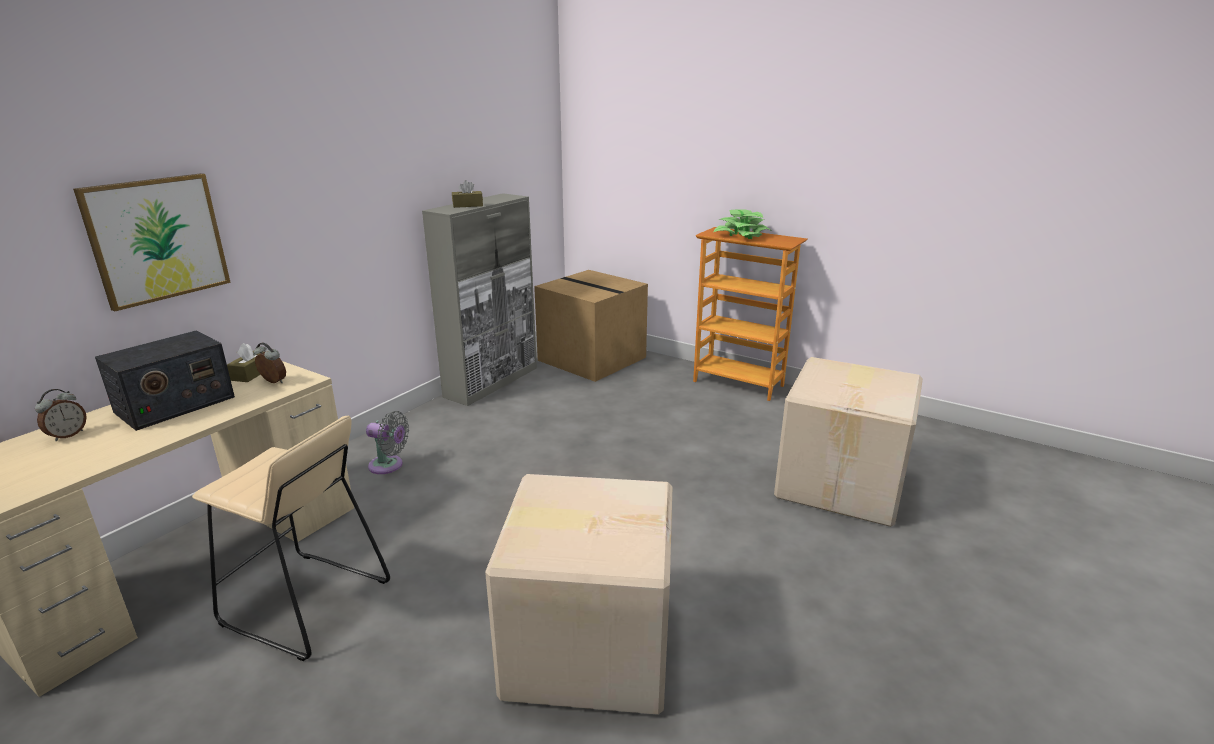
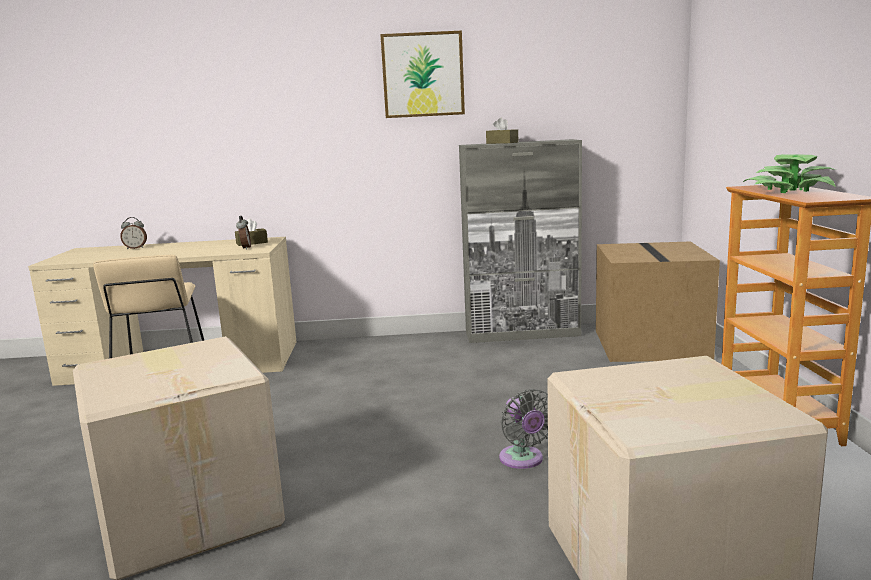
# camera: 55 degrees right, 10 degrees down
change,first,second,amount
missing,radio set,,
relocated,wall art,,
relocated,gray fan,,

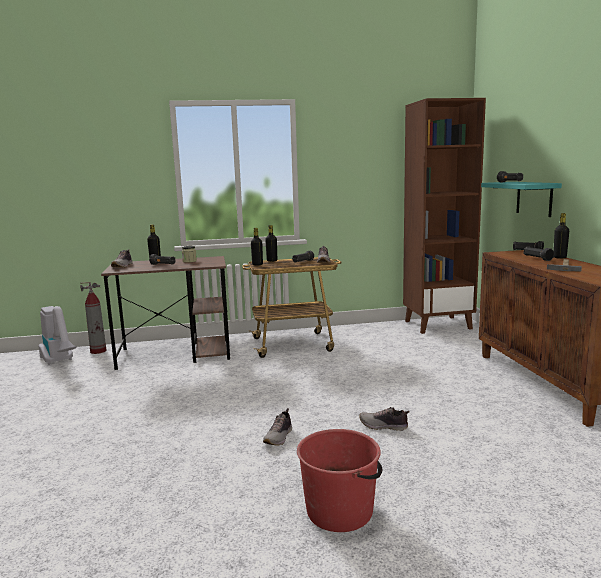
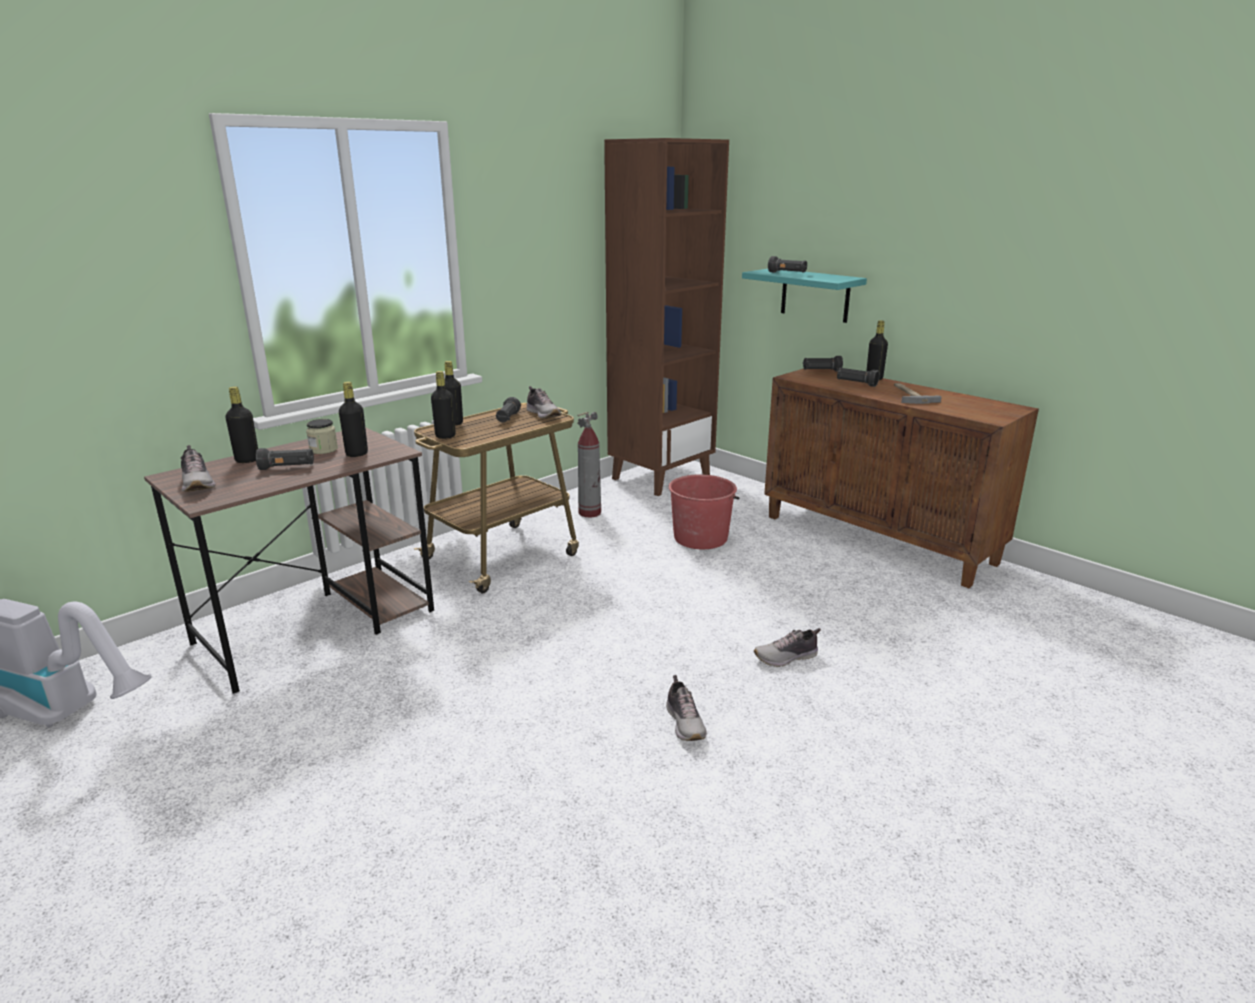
# camera: 35 degrees left, 10 degrees up
change,first,second,amount
appeared,,blackish bottle (no. 2 from left),
relocated,fire extinguisher,,
relocated,red pail,,

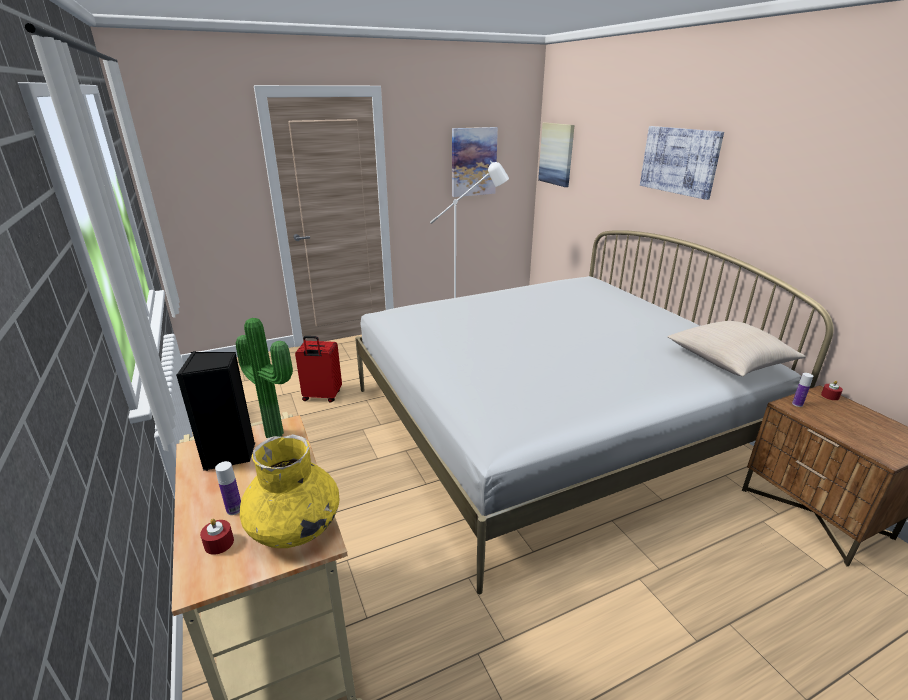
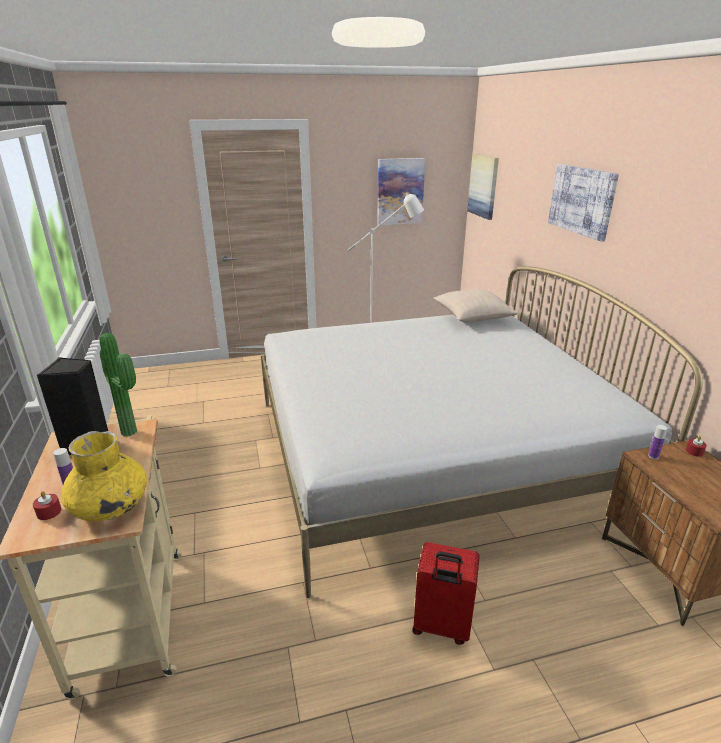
# camera: 10 degrees right, 0 degrees up
change,first,second,amount
relocated,red travel case,,
relocated,beige cushion,,

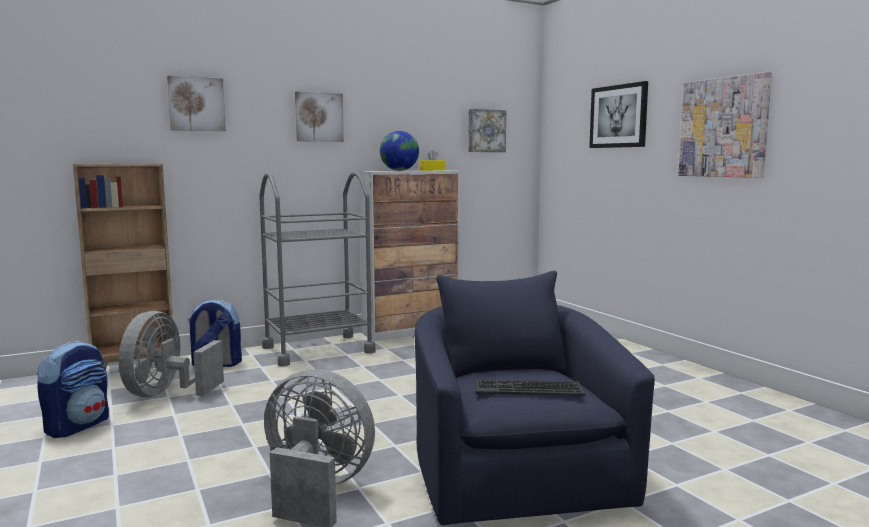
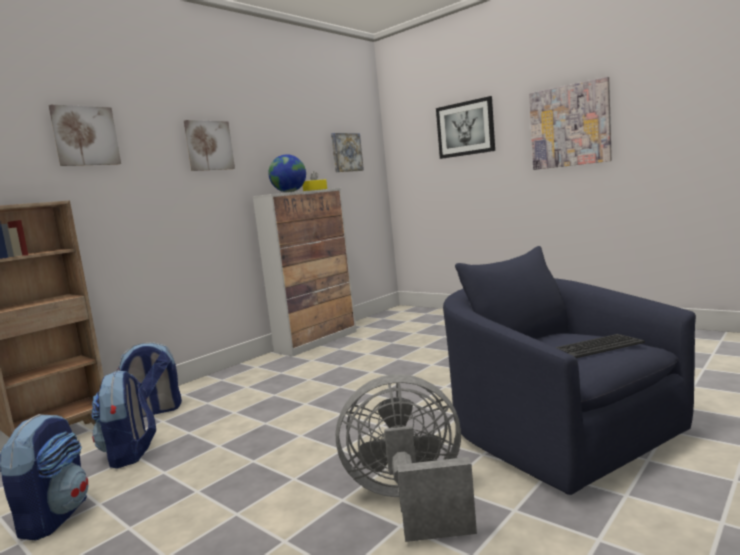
# camera: 20 degrees left, 0 degrees up
change,first,second,amount
missing,gray wheeled cart,,
exchanged,gray fan (no. 1 from left),knapsack (no. 2 from left),

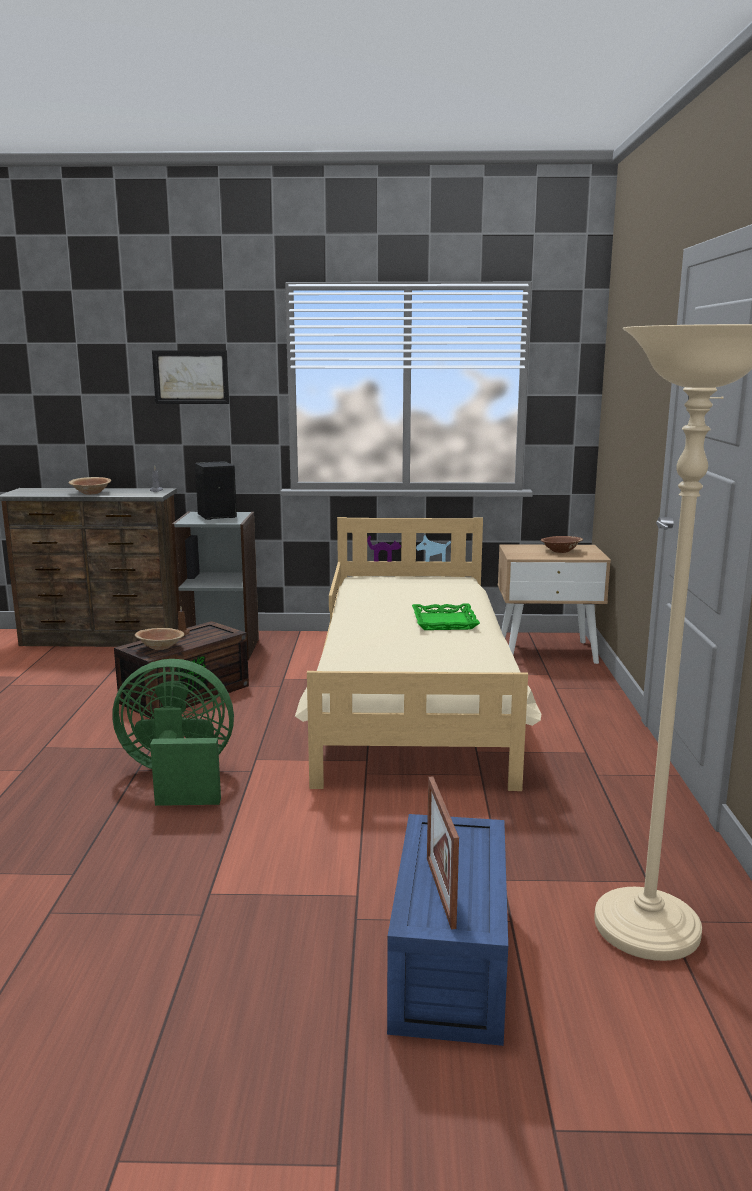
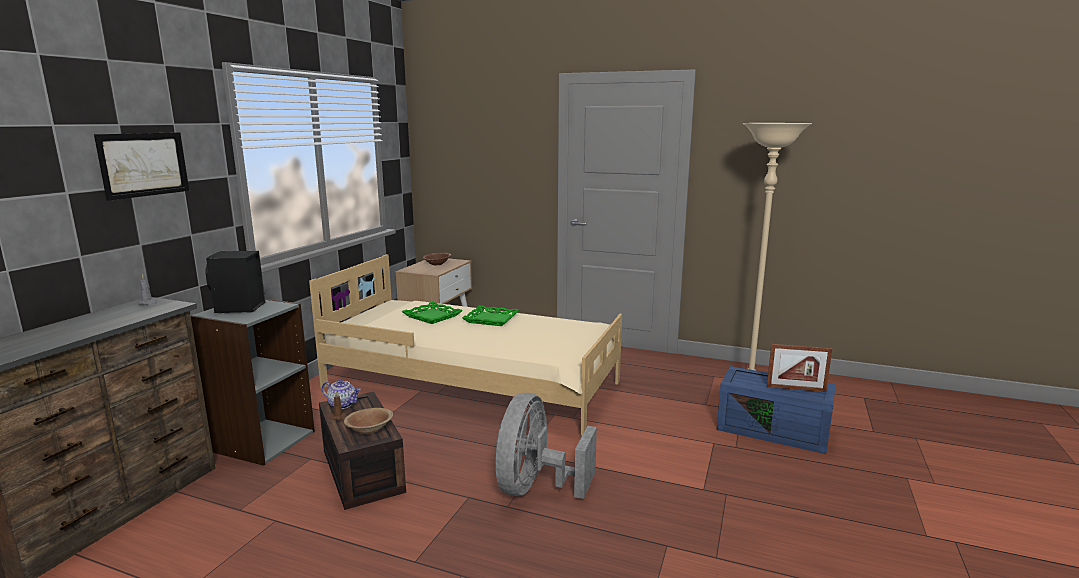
# camera: 70 degrees left, 0 degrees up
change,first,second,amount
missing,brownish serving bowl (no. 1 from left),,
appeared,,teapot,
appeared,,green-coloured serving tray (no. 1 from left),
colour,green-coloured fan,gray fan,

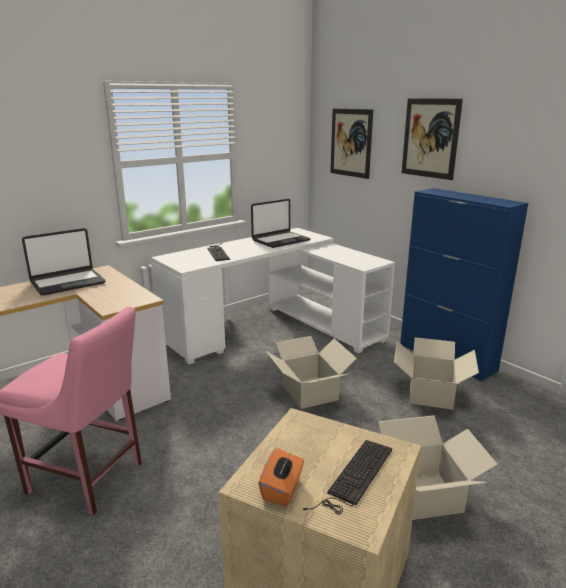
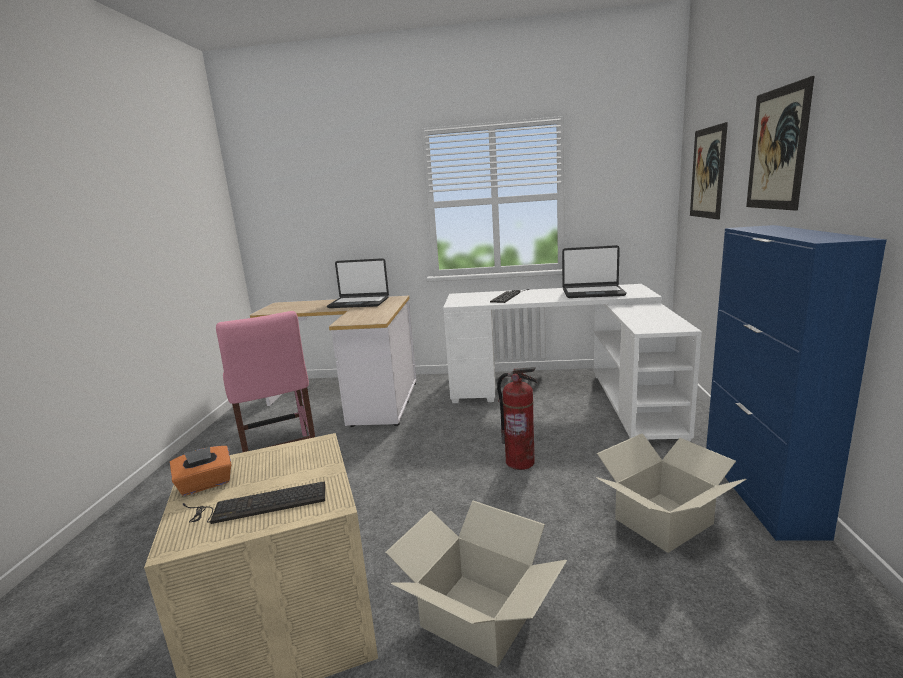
# camera: 45 degrees right, 5 degrees down
change,first,second,amount
exchanged,carton (no. 1 from left),fire extinguisher,

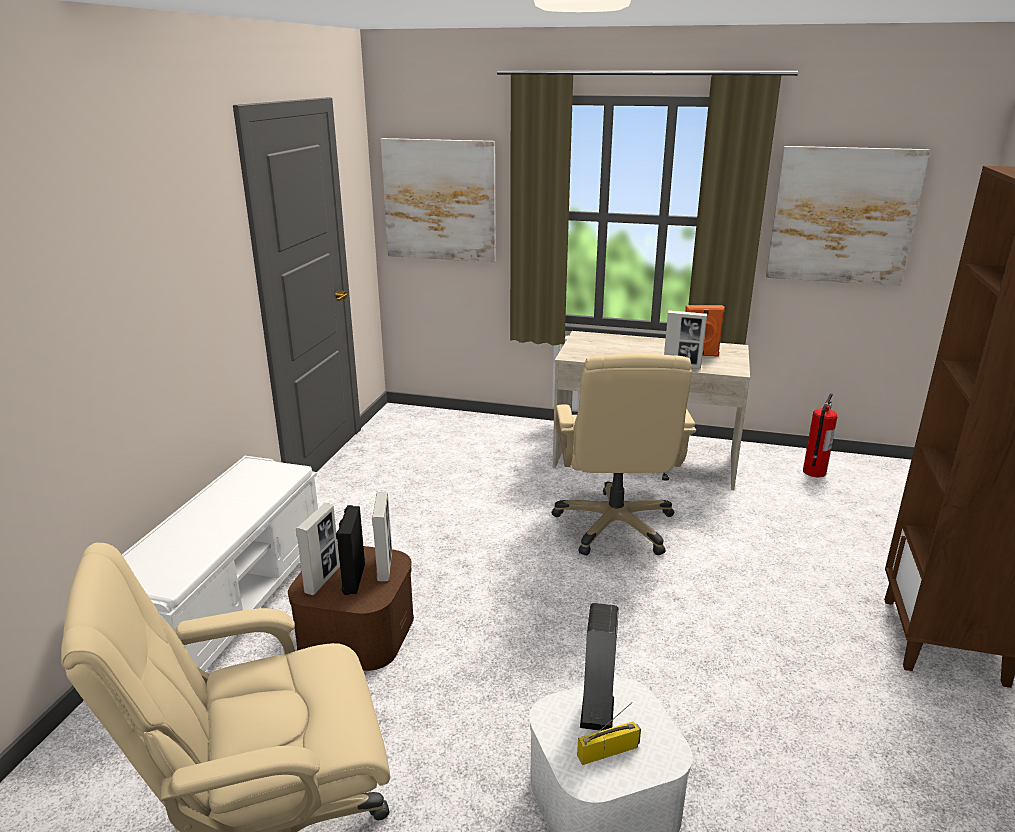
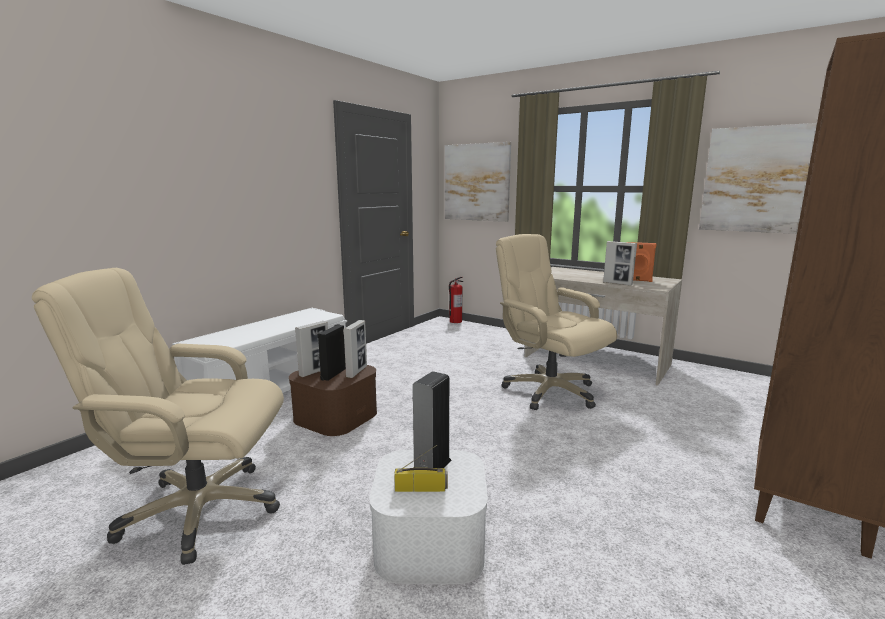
# camera: 20 degrees right, 10 degrees down
change,first,second,amount
relocated,fire extinguisher,,
spun,beige computer chair (no. 2 from left),,120 degrees clockwise

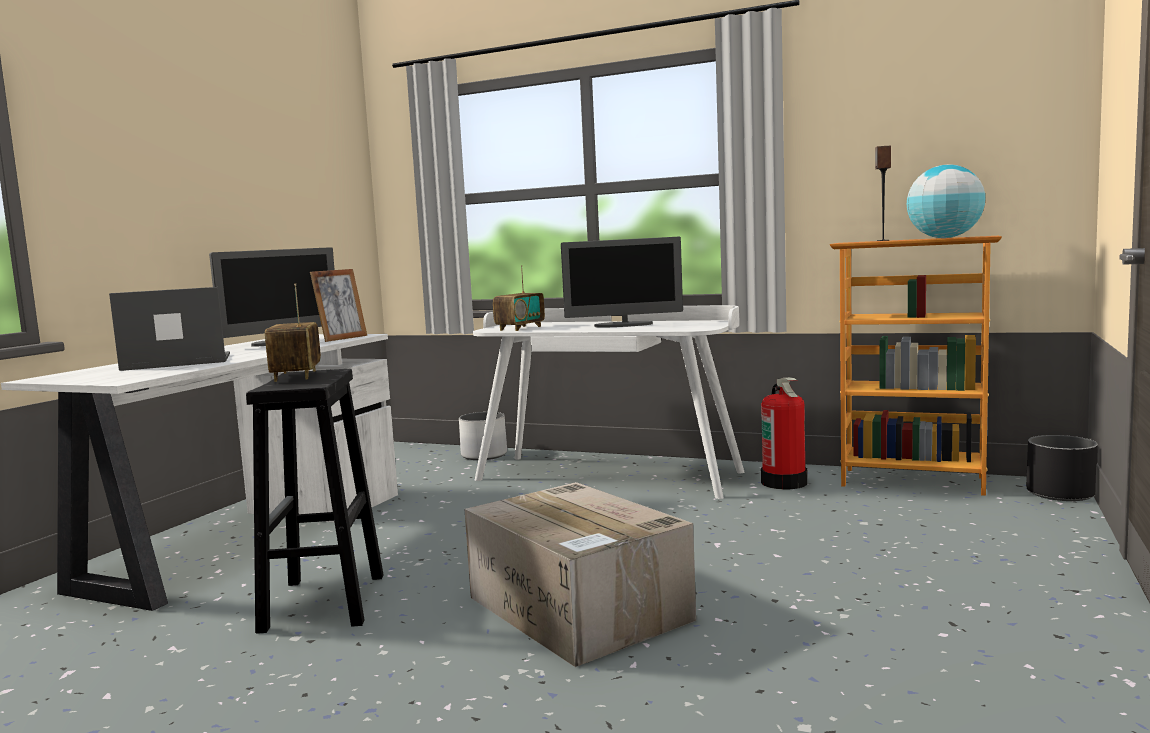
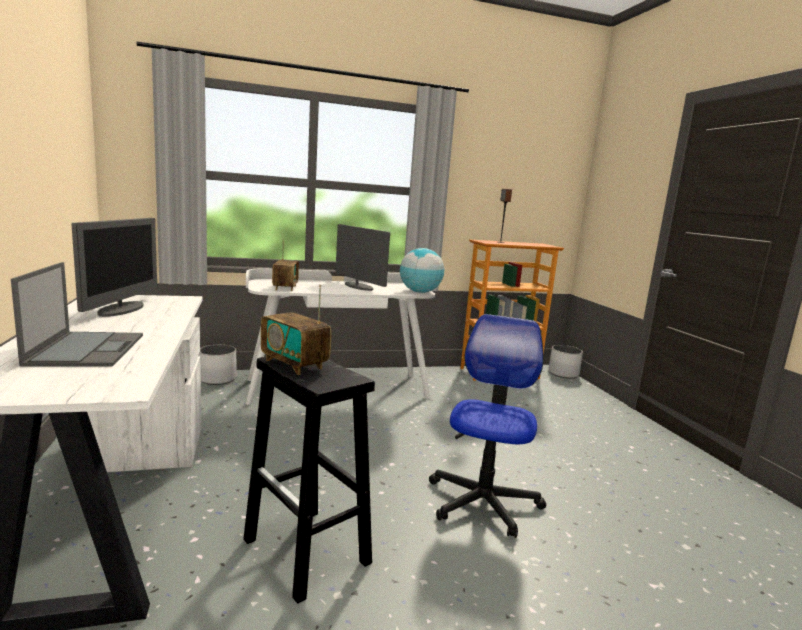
# camera: 40 degrees left, 5 degrees up
change,first,second,amount
missing,standing frame,,
missing,fire extinguisher,,
relocated,world globe,,
exchanged,carton,computer chair,
colour,blackish plant pot,white plant pot (no. 2 from left),
spun,notebook computer,,135 degrees clockwise
spun,monitor (no. 2 from left),,90 degrees counterclockwise

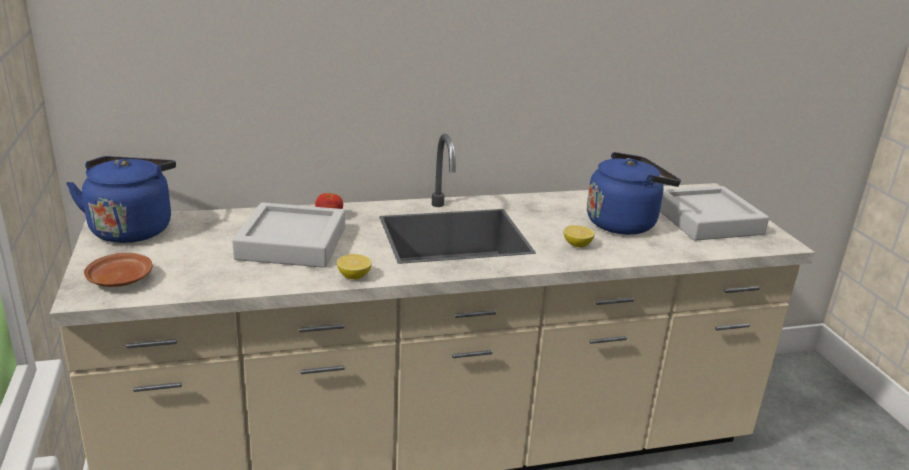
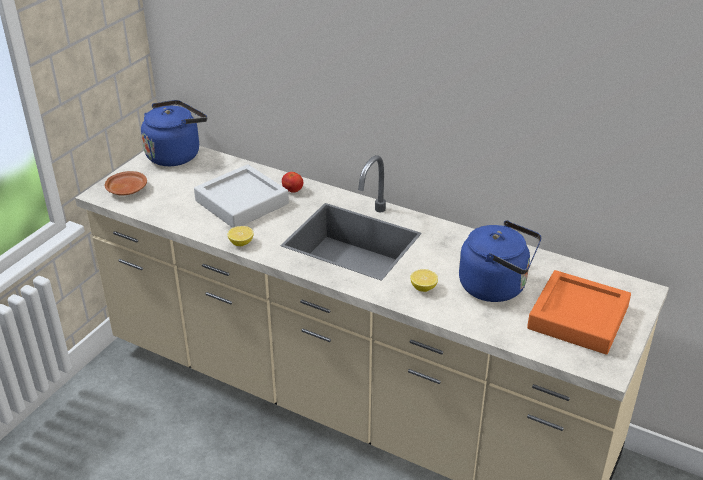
# camera: 45 degrees right, 10 degrees up
change,first,second,amount
colour,gray serving tray (no. 2 from left),orangey serving tray,

